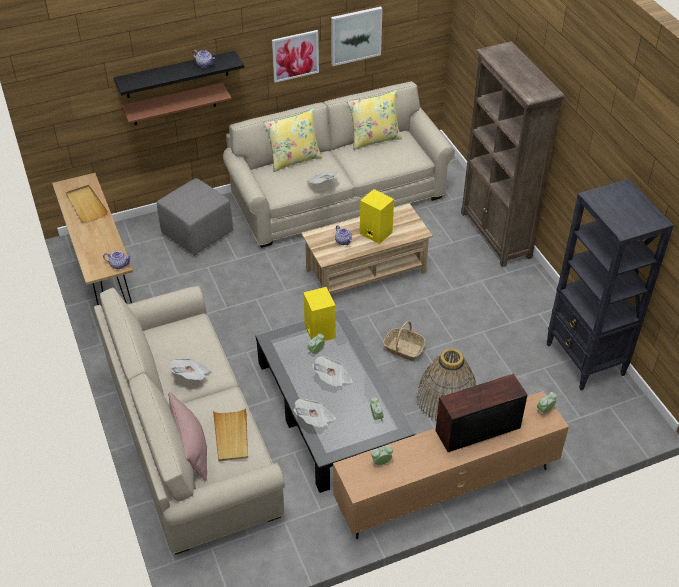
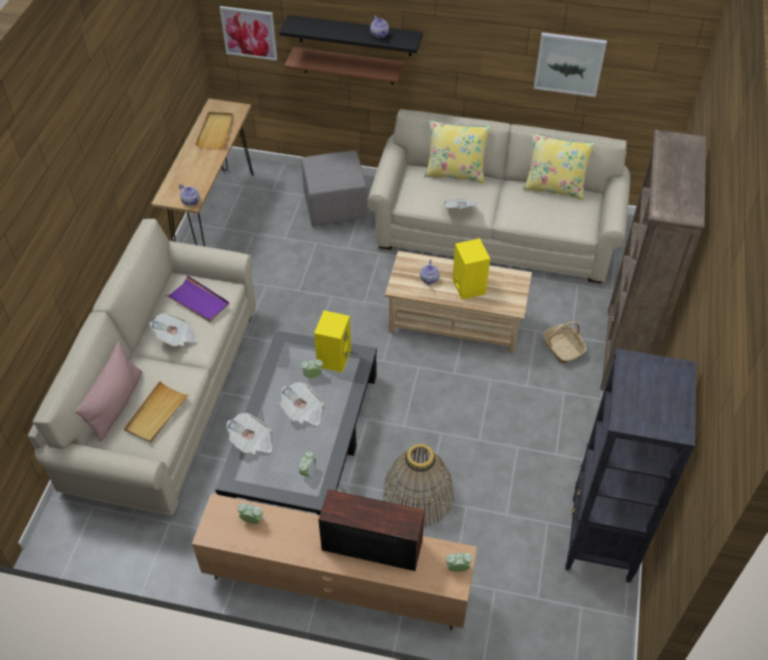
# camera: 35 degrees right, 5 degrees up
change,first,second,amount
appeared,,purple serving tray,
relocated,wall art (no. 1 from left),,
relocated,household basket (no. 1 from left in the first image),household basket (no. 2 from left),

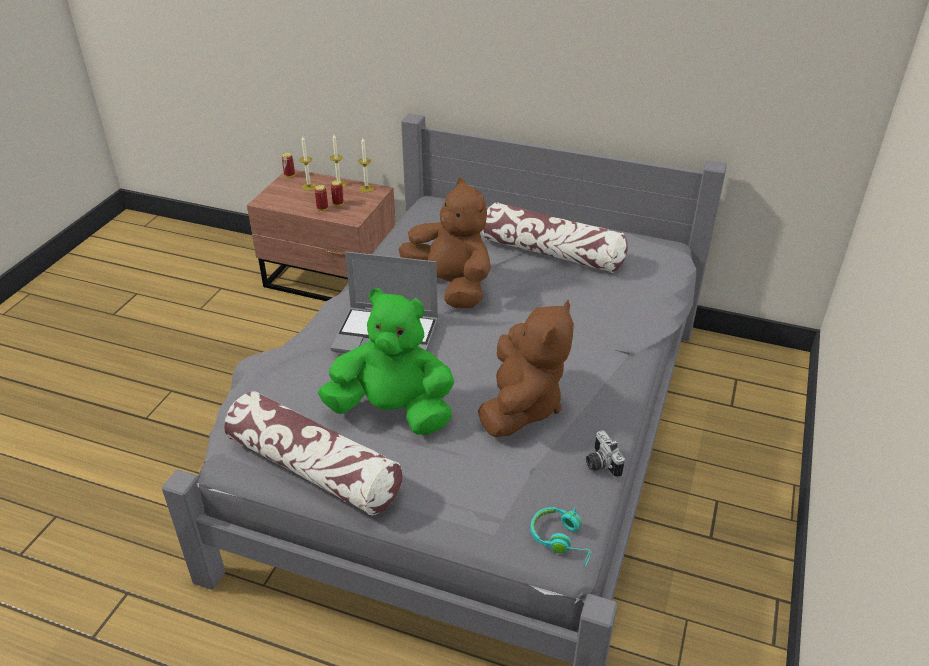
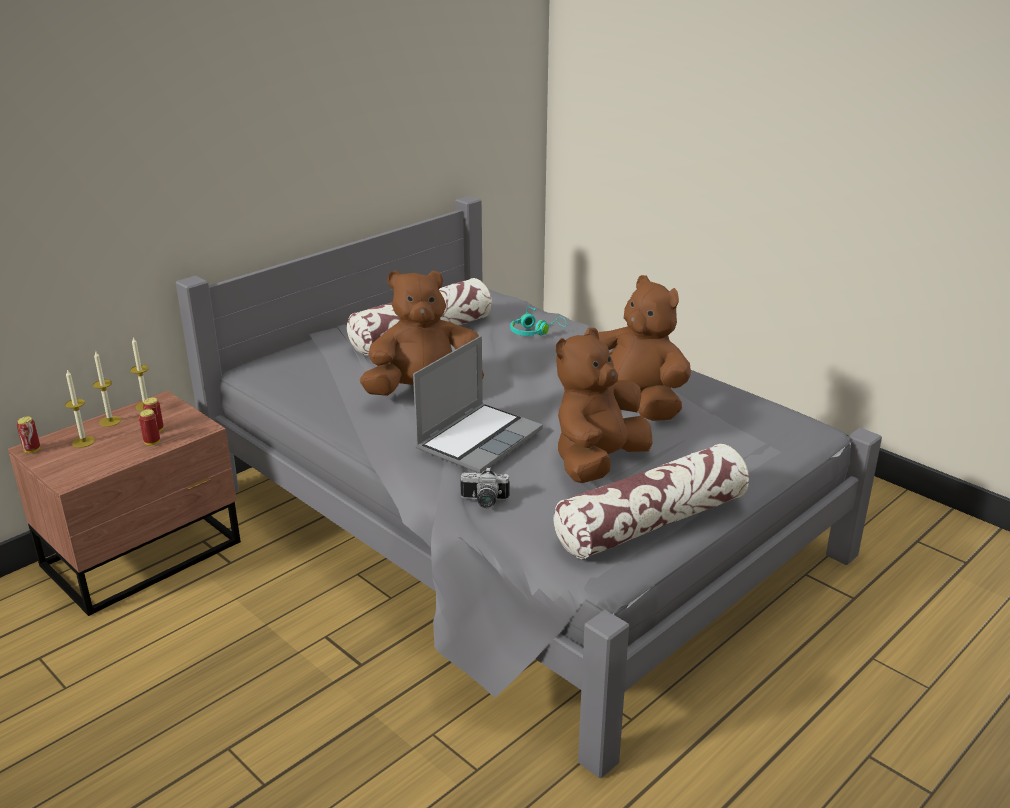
# camera: 65 degrees left, 10 degrees down
change,first,second,amount
relocated,blue-green headset,,
relocated,photo camera,,
colour,green-coloured cuddly toy,brownish cuddly toy (no. 2 from left),

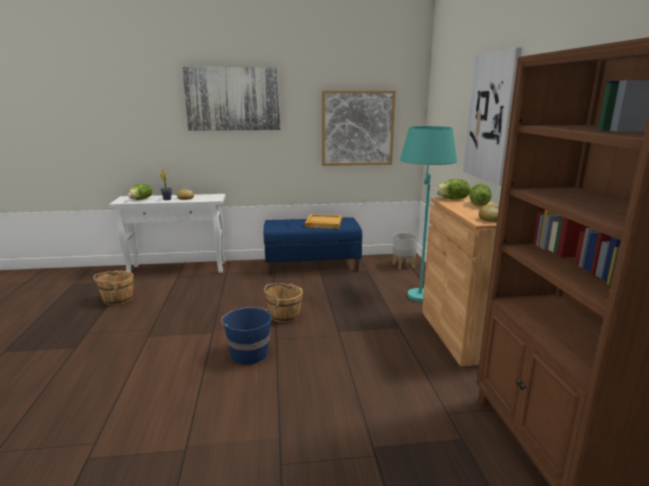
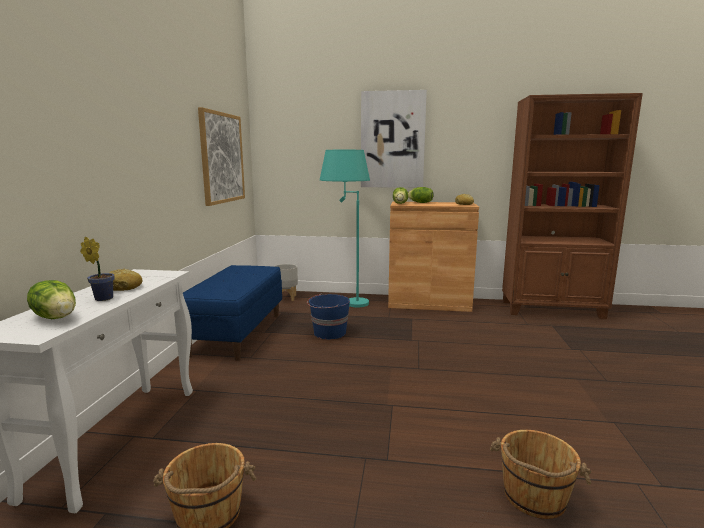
# camera: 75 degrees left, 5 degrees down
change,first,second,amount
missing,wall art (no. 1 from left),,
missing,beige serving tray,,
relocated,blue-coloured pail,,
relocated,brownish pail (no. 2 from left),,

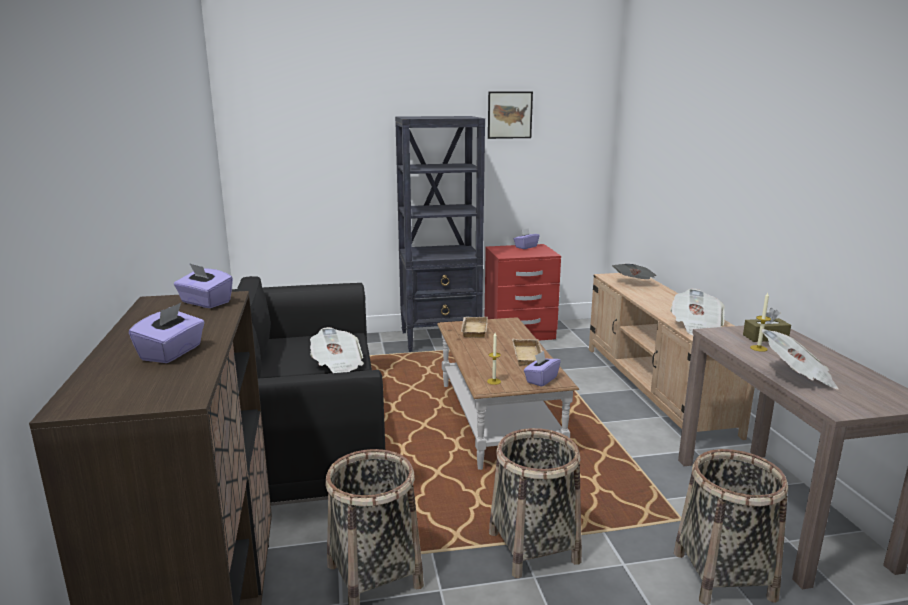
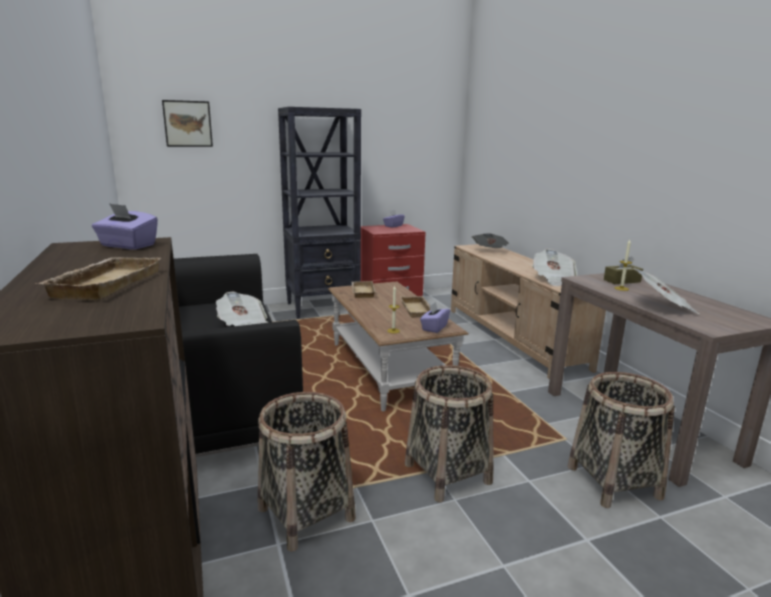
# camera: 10 degrees left, 0 degrees up
change,first,second,amount
relocated,wall art,,
exchanged,purple box of tissues (no. 1 from left),beige serving tray (no. 1 from left),

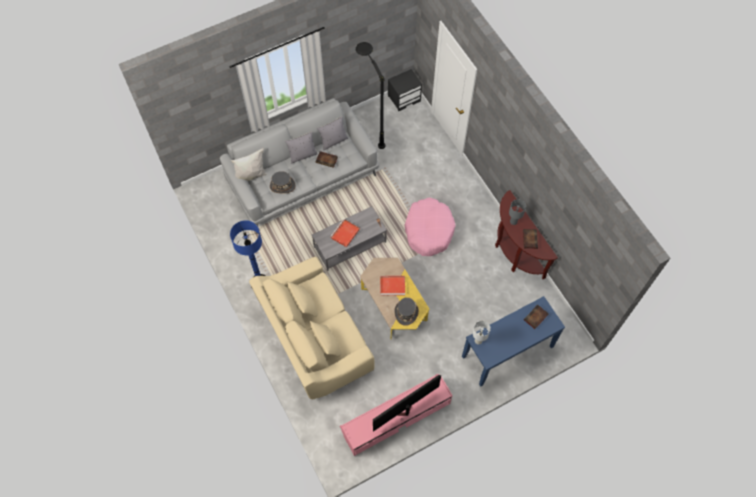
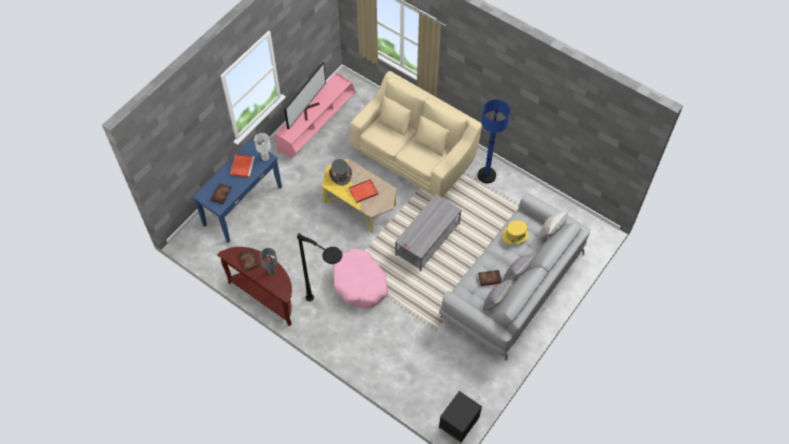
# camera: 155 degrees right, 5 degrees down
change,first,second,amount
relocated,red serving tray (no. 1 from left),,
relocated,blackish standard lamp,,
colour,gray wearable hat (no. 1 from left),yellowish wearable hat,

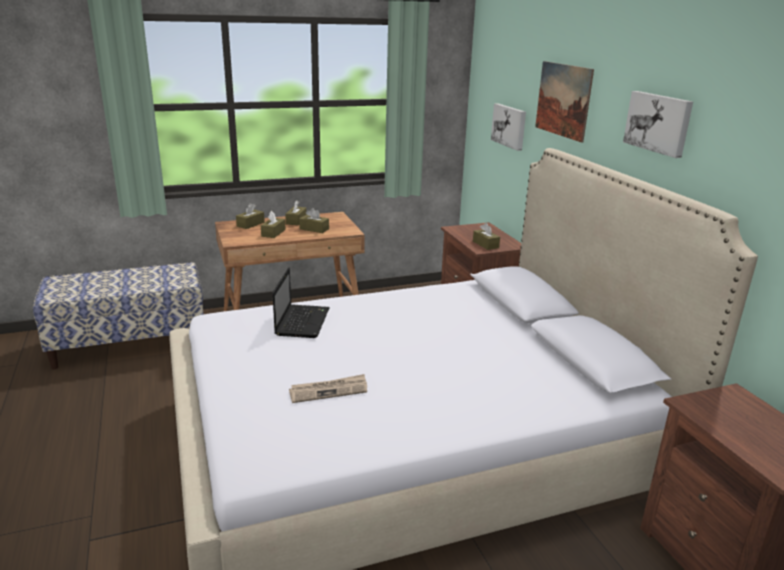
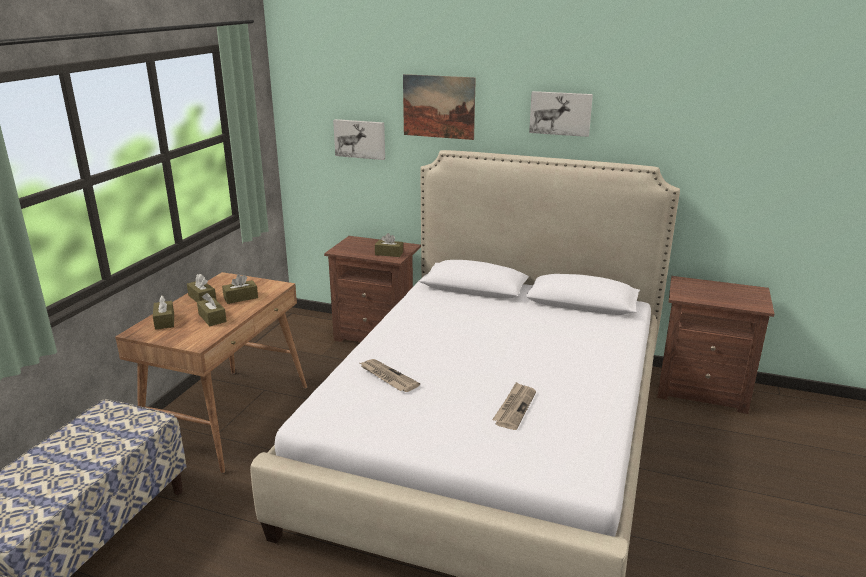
# camera: 50 degrees left, 0 degrees up
change,first,second,amount
exchanged,notebook computer,daily paper (no. 1 from left),

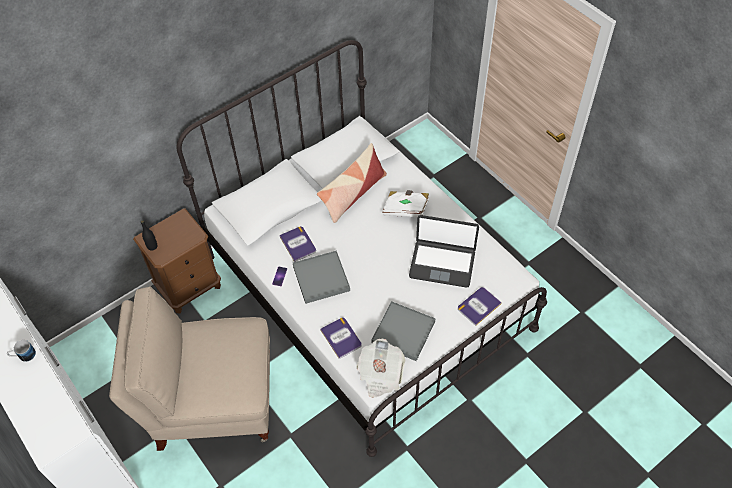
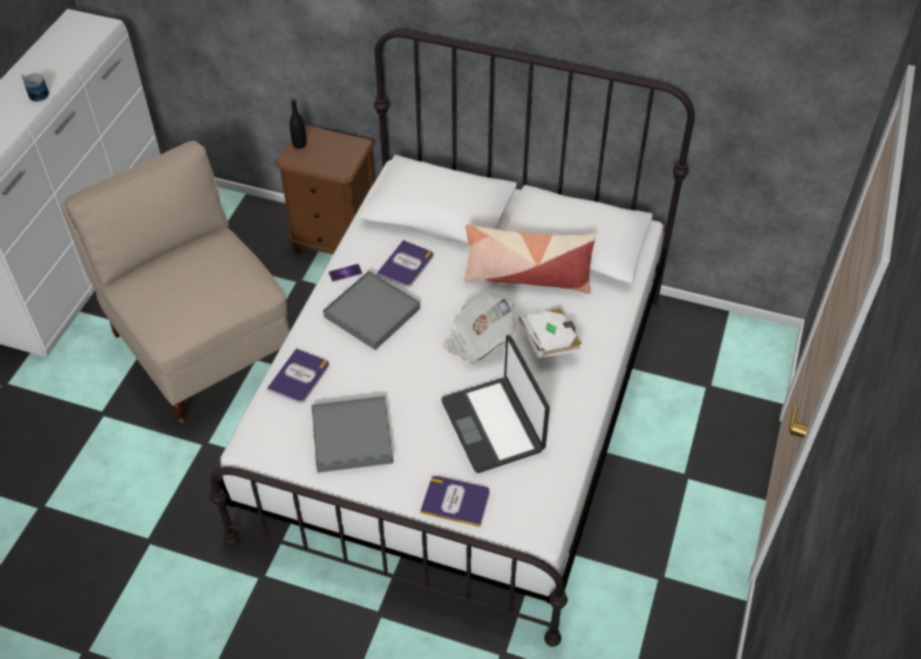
# camera: 55 degrees right, 5 degrees down
change,first,second,amount
relocated,daily paper,,

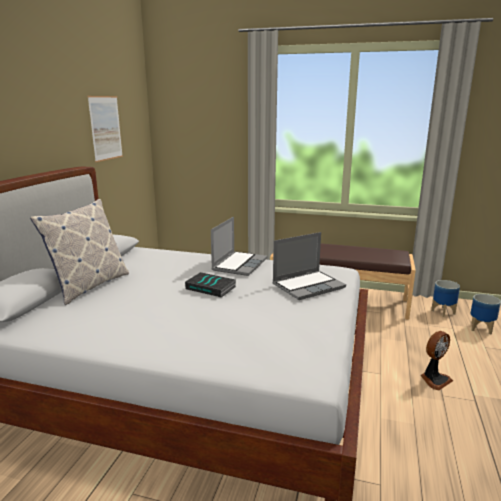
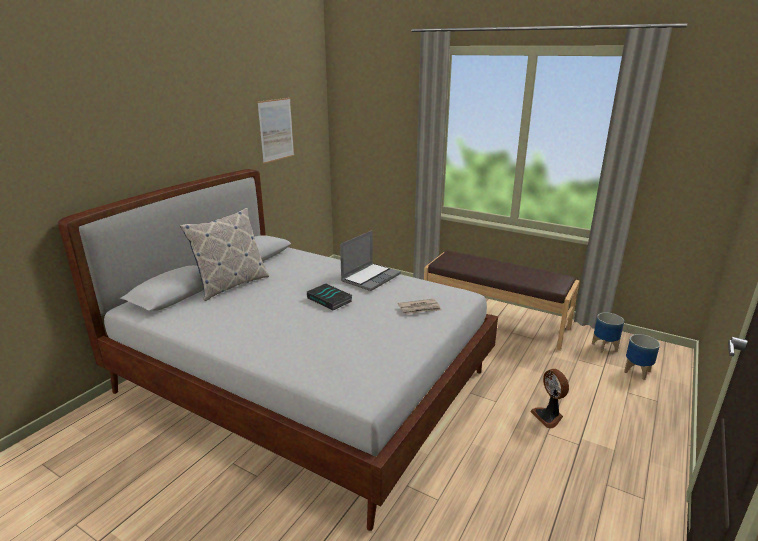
# camera: 15 degrees right, 5 degrees up
change,first,second,amount
exchanged,notebook computer (no. 2 from left),daily paper,
spun,fan,,90 degrees clockwise

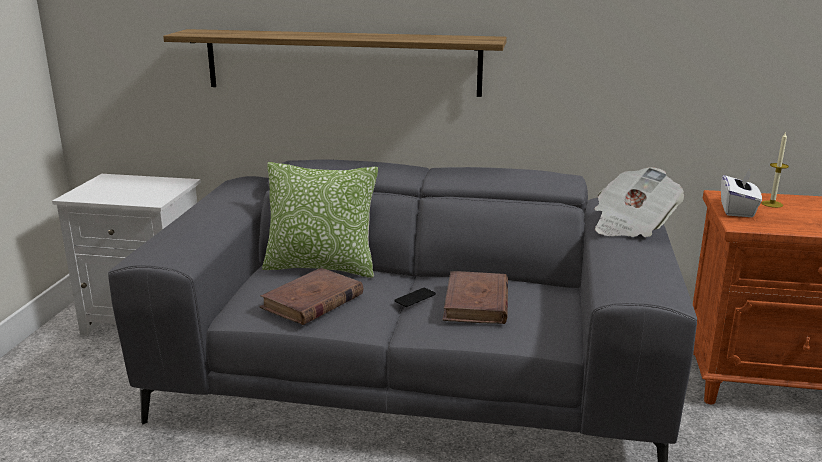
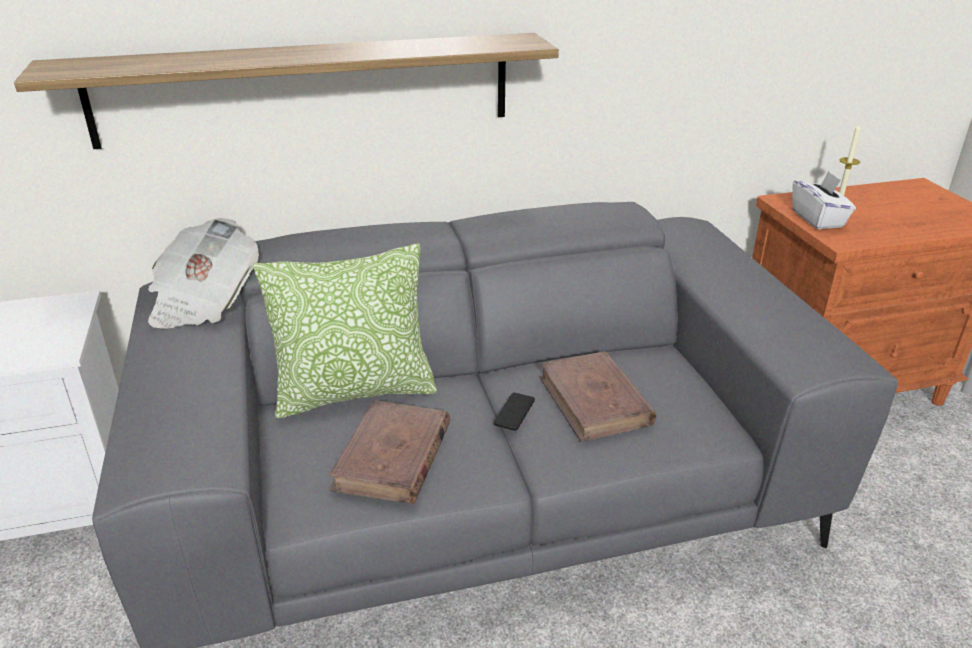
# camera: 25 degrees left, 10 degrees up
change,first,second,amount
relocated,daily paper,,

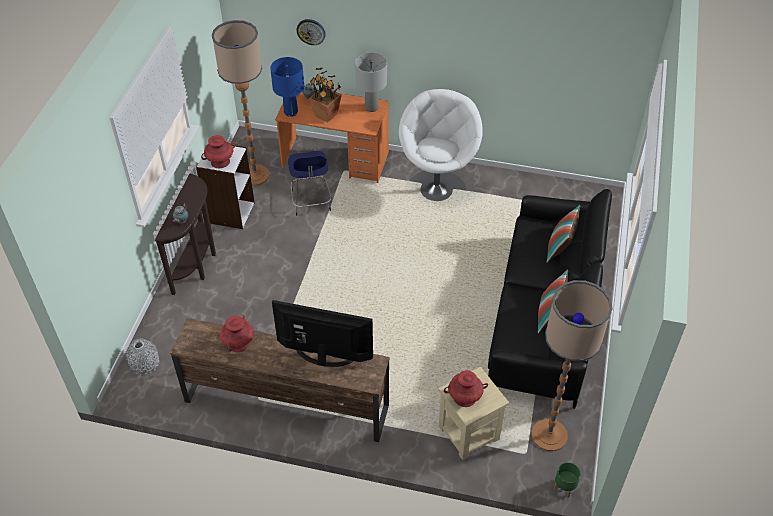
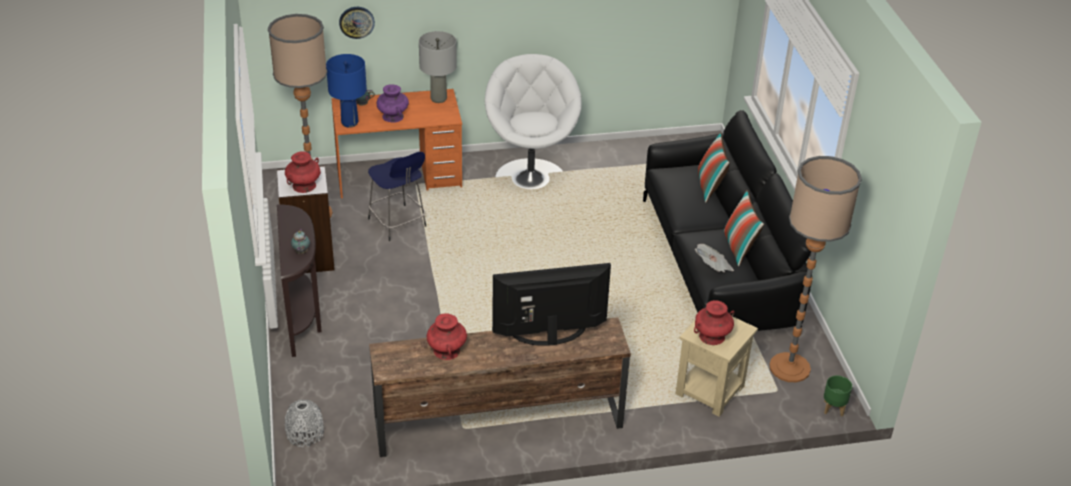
# camera: 25 degrees left, 10 degrees down
change,first,second,amount
appeared,,daily paper,
exchanged,houseplant,purple flower vase,

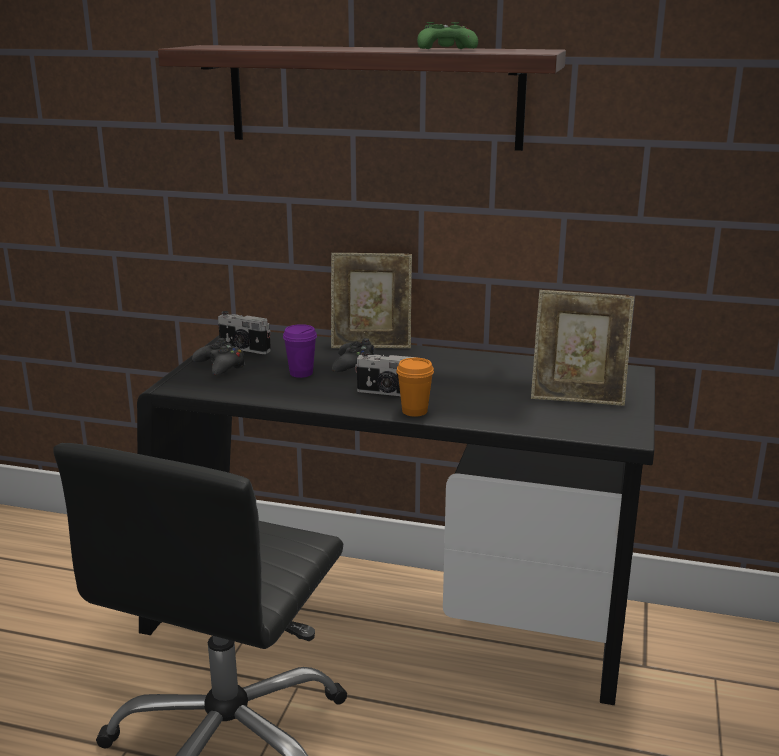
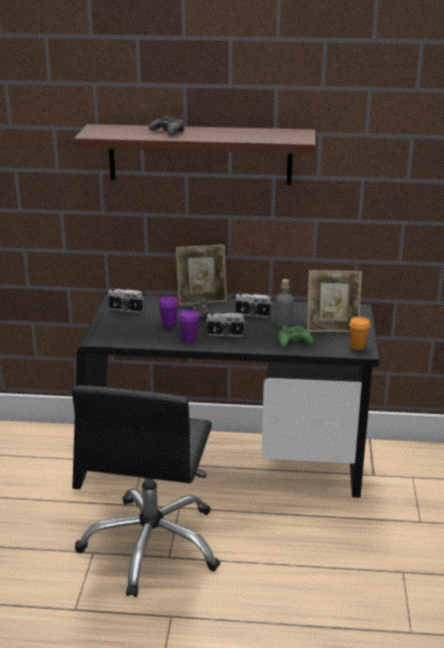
# camera: 10 degrees left, 5 degrees up
change,first,second,amount
appeared,,purple drinking cup (no. 2 from left),
appeared,,photo camera (no. 3 from left),
appeared,,gray bottle,
relocated,blackish gamepad (no. 1 from left),,
relocated,orangey drinking cup,,
relocated,green-coloured gamepad,,

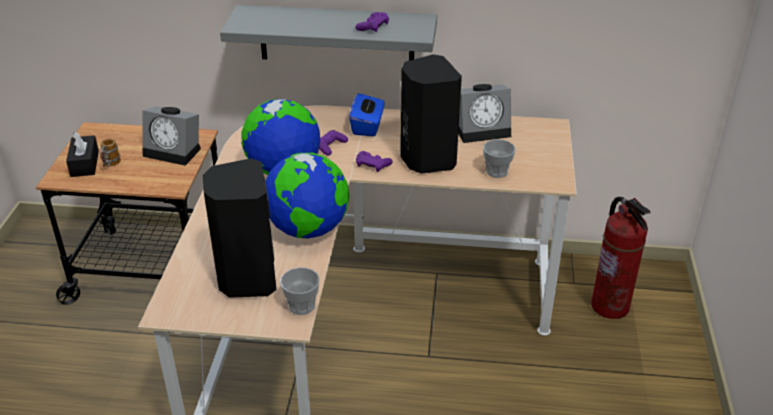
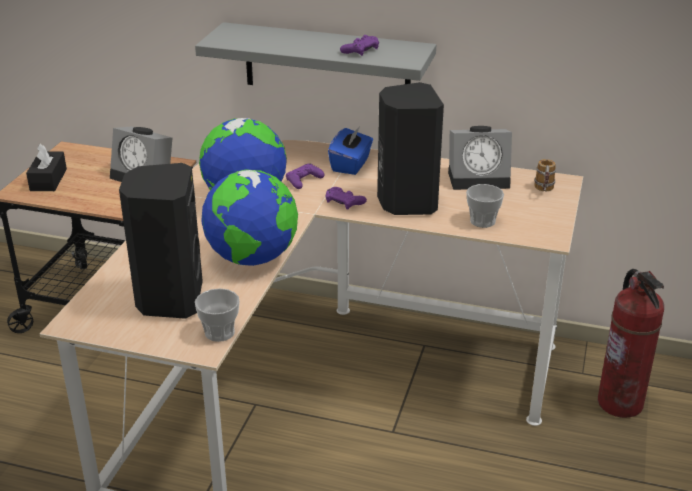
# camera: 10 degrees right, 5 degrees down
change,first,second,amount
relocated,tea mug,,

